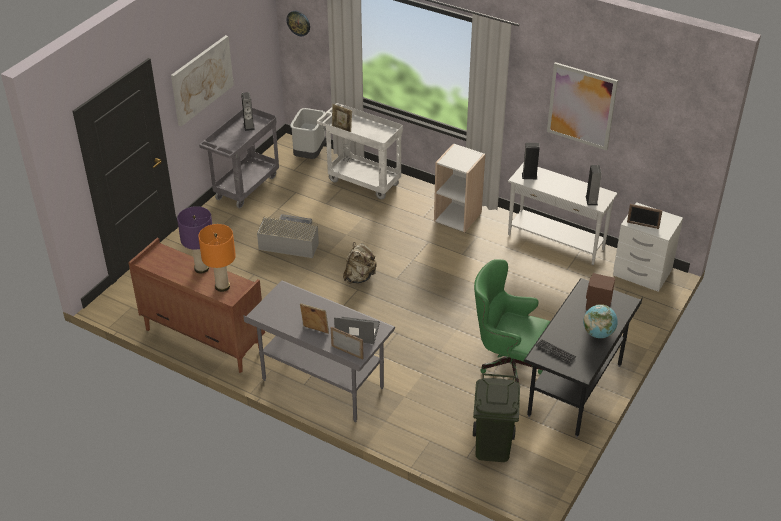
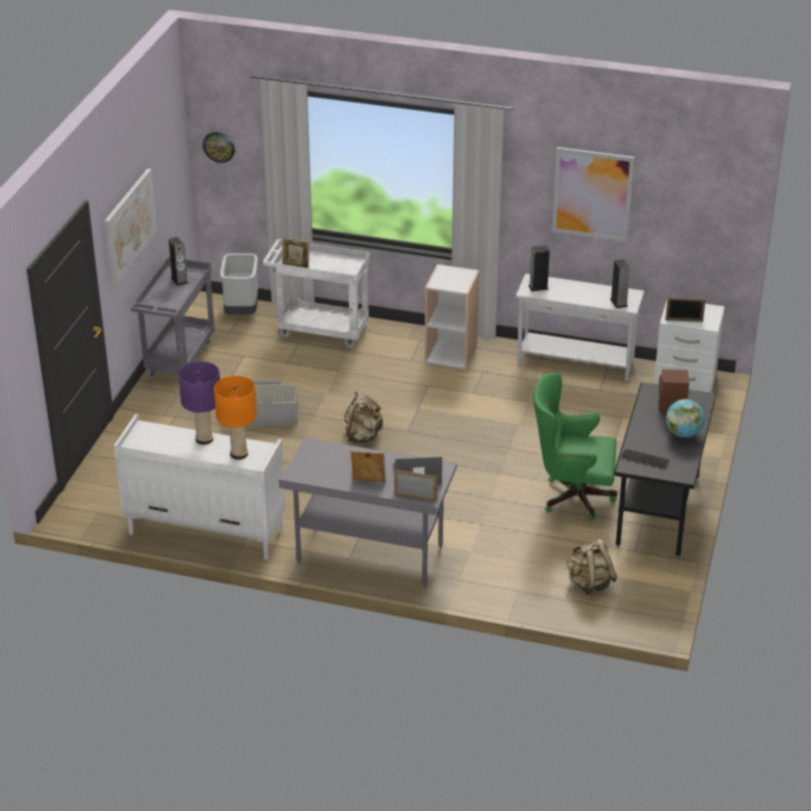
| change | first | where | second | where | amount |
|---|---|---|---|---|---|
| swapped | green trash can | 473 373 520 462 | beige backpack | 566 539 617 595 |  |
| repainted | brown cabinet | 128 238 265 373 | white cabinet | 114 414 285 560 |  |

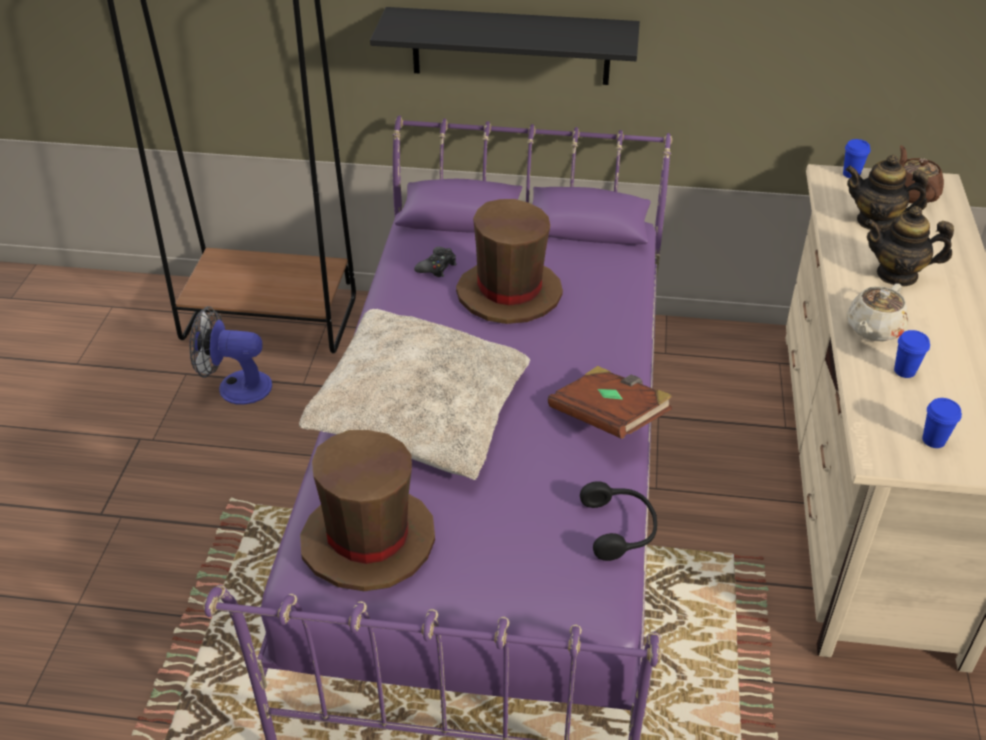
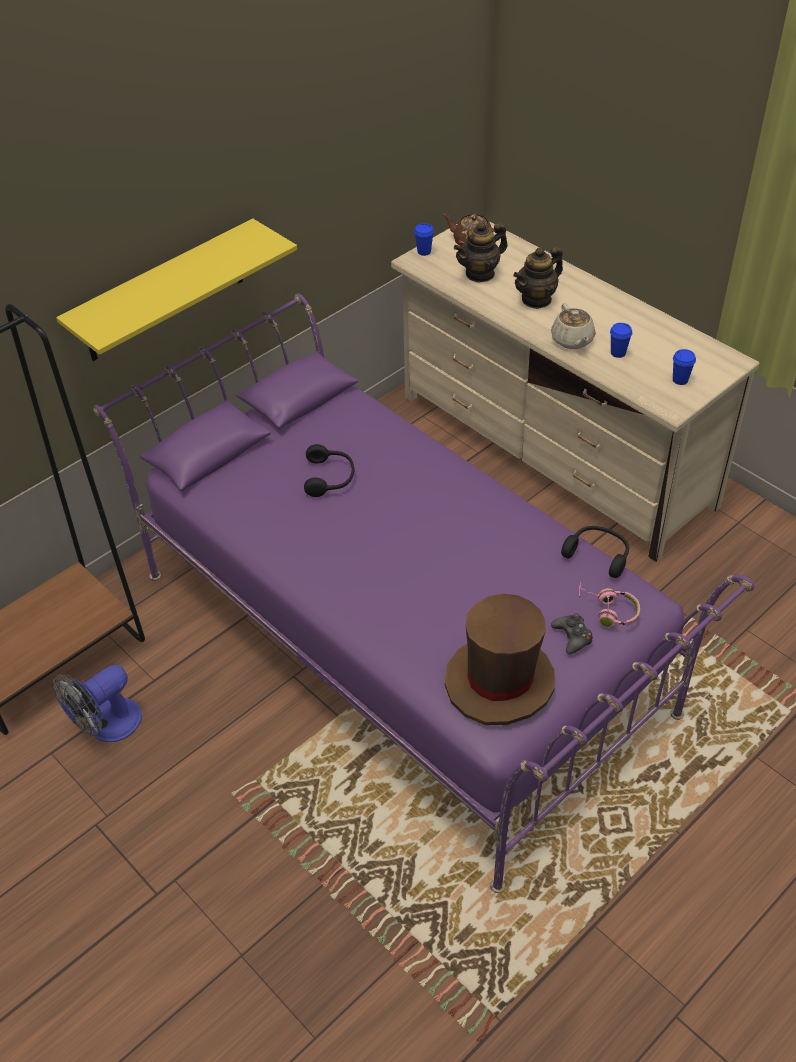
| change | first | where | second | where | amount |
|---|---|---|---|---|---|
| gone | beige pillow | 299 309 530 480 |  |  |  |
| gone | brown book | 548 366 672 439 |  |  |  |
| new |  |  | pink headphones | 579 582 640 627 |  |
| shifted | black game controller | 414 247 456 277 |  | 551 613 593 655 |  |
| swapped | brown hat | 456 199 563 324 | black headphones | 304 444 355 497 |  |
| repainted | black shelf | 370 7 640 85 | yellow shelf | 56 218 297 361 |  |

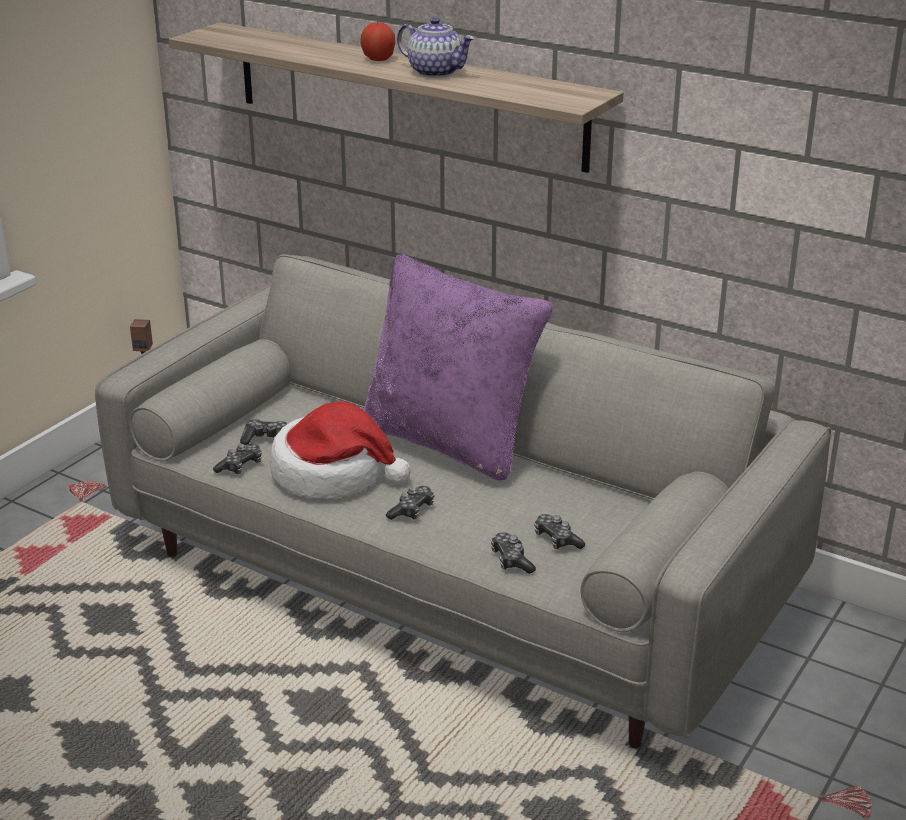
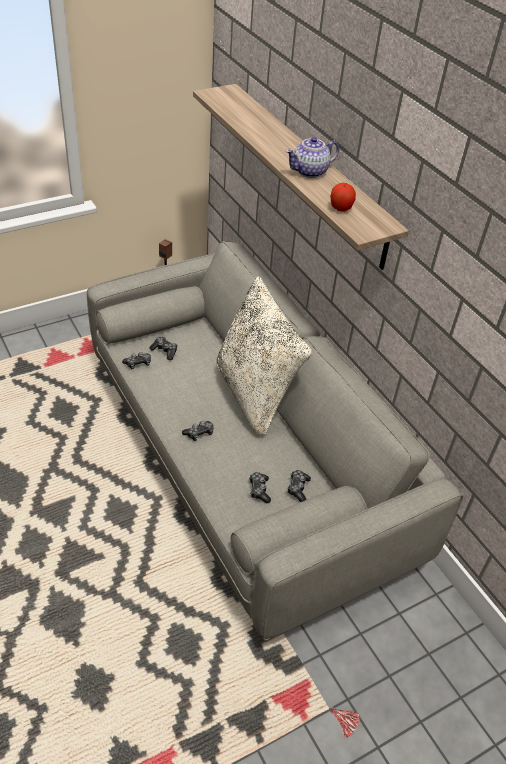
| change | first | where | second | where | amount |
|---|---|---|---|---|---|
| gone | hat | 270 401 411 499 |  |  |  |
| shifted | apple | 360 21 395 61 |  | 330 183 356 212 |  |
| shifted | game controller | 491 533 536 574 |  | 287 470 311 502 |  |
| repainted | purple pillow | 364 253 553 480 | beige pillow | 216 277 312 436 |  |
| rotated | teapot | 397 17 475 78 |  | 285 137 339 178 | 90 degrees clockwise |

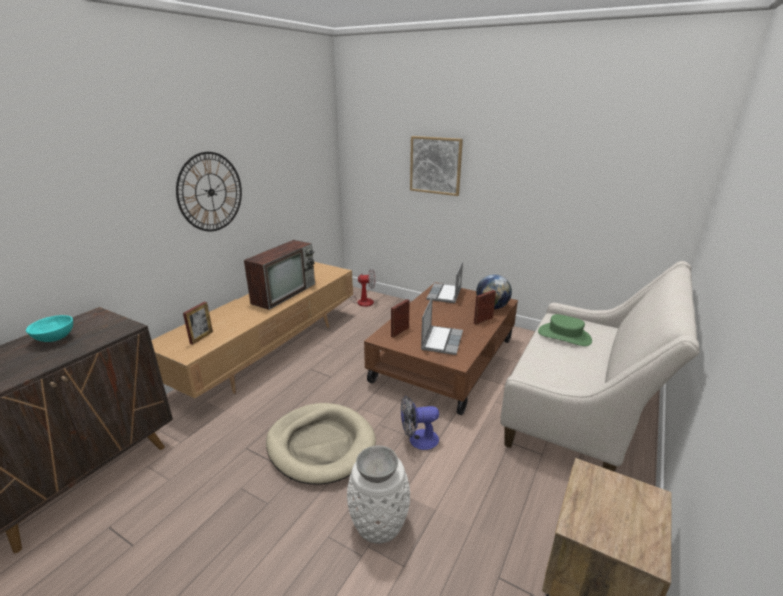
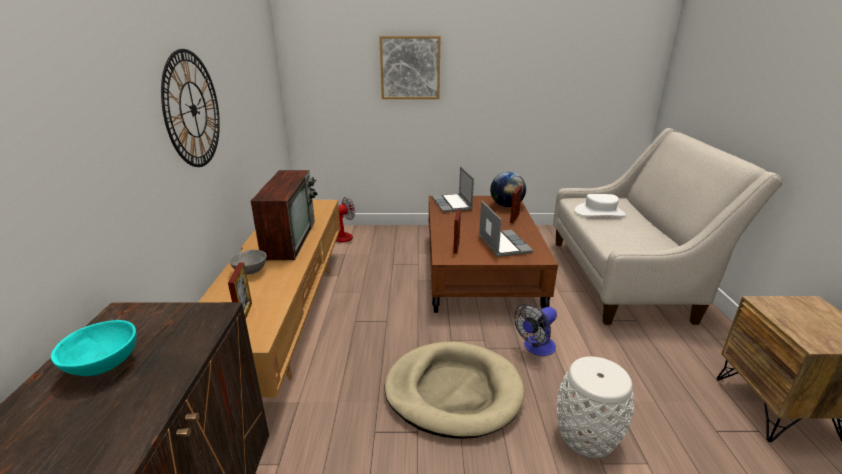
| change | first | where | second | where | amount |
|---|---|---|---|---|---|
| shifted | grey bowl | 356 445 398 483 |  | 229 250 267 274 |  |
| repainted | green hat | 538 314 592 346 | white hat | 575 194 626 216 |  |

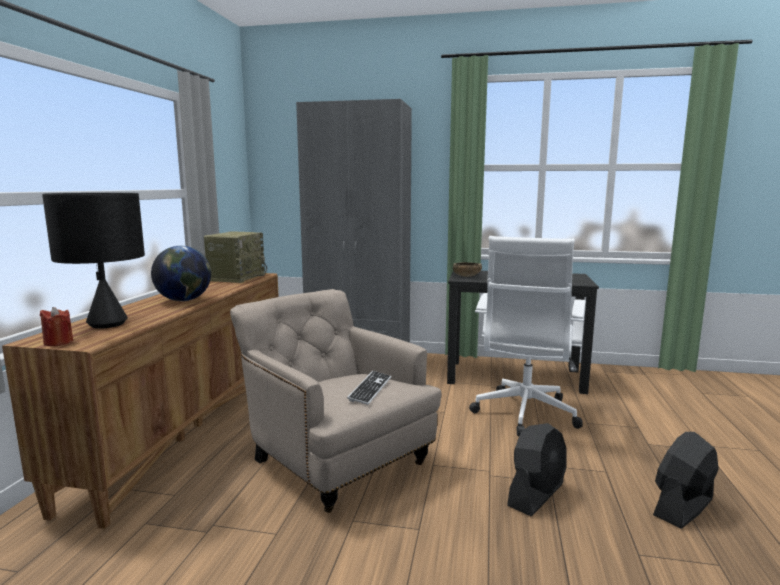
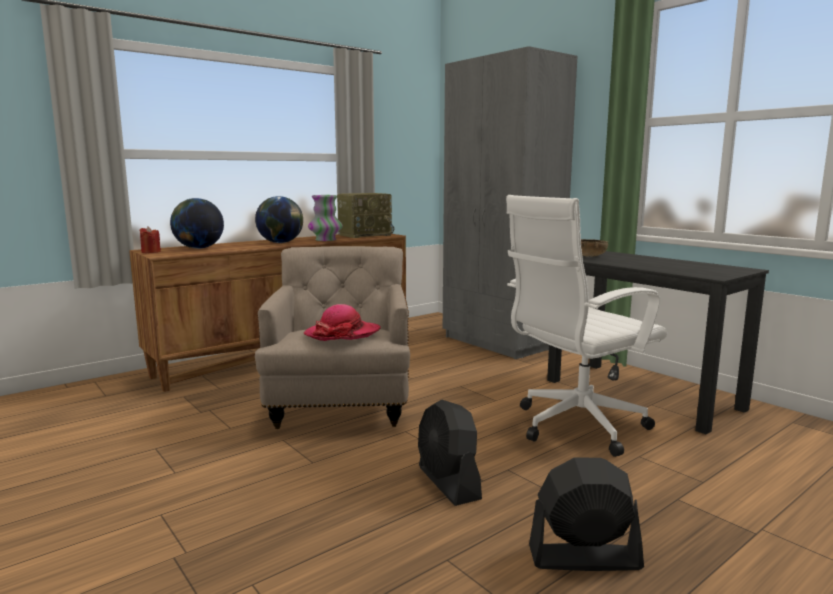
| change | first | where | second | where | amount |
|---|---|---|---|---|---|
| new |  |  | vase | 308 195 343 241 |  |
| swapped | black table lamp | 42 193 145 329 | globe | 170 198 224 249 |  |
| swapped | keyboard | 347 371 391 405 | hat | 303 304 381 341 |  |
| rotated | black fan | 507 423 567 516 |  | 418 399 482 506 | 75 degrees clockwise |

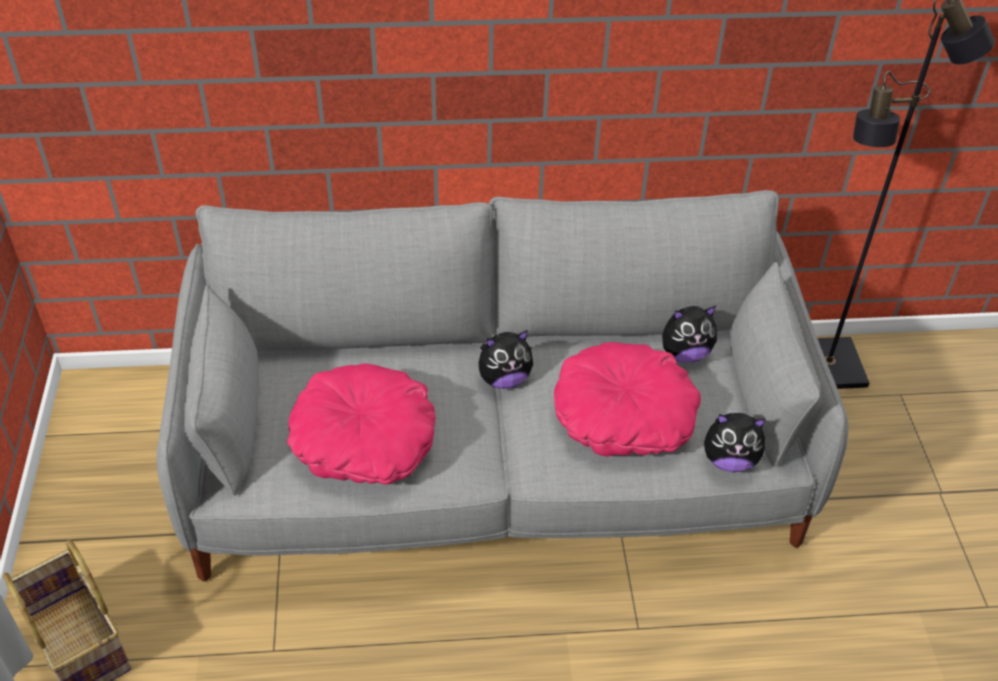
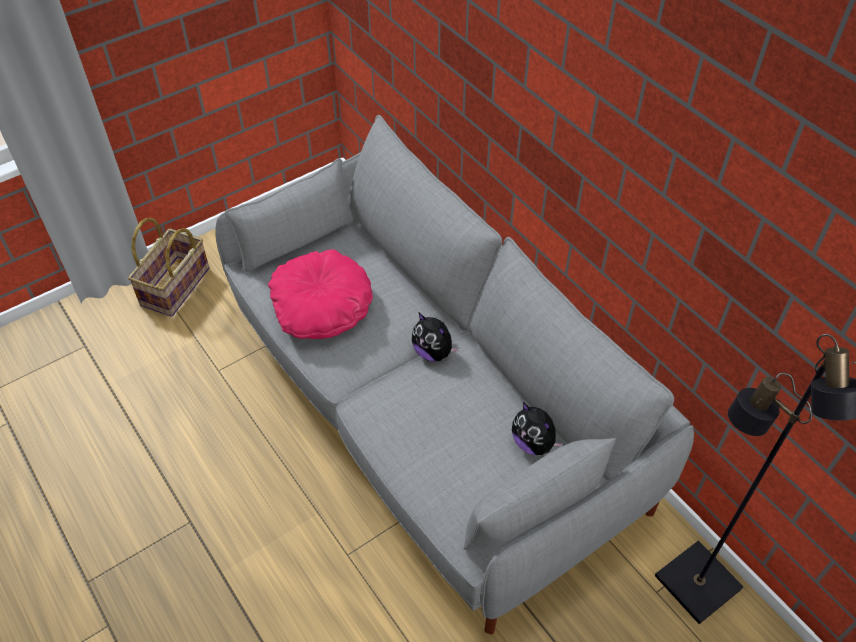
| change | first | where | second | where | amount |
|---|---|---|---|---|---|
| gone | pink pillow | 554 342 701 456 |  |  |  |
| gone | plush toy | 704 413 766 472 |  |  |  |

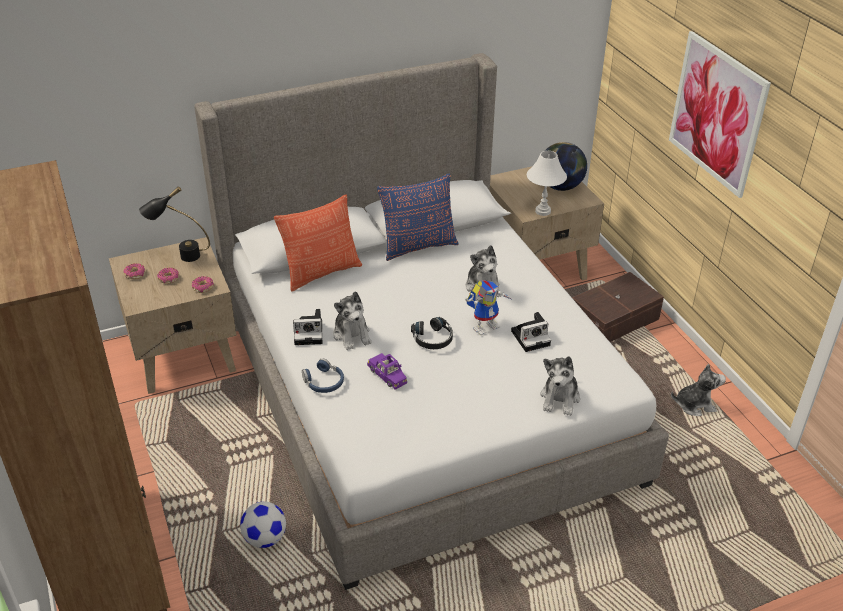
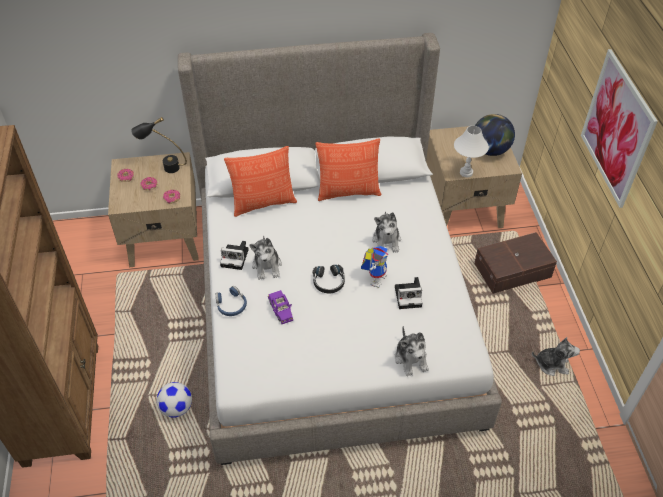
| change | first | where | second | where | amount |
|---|---|---|---|---|---|
| repainted | blue pillow | 377 174 459 261 | orange pillow | 315 138 381 201 |  |
| rotated | toy robot | 465 280 511 336 |  | 361 246 388 288 | 45 degrees counterclockwise |
| rotated | plush toy | 540 356 580 416 |  | 395 326 429 376 | 45 degrees counterclockwise |

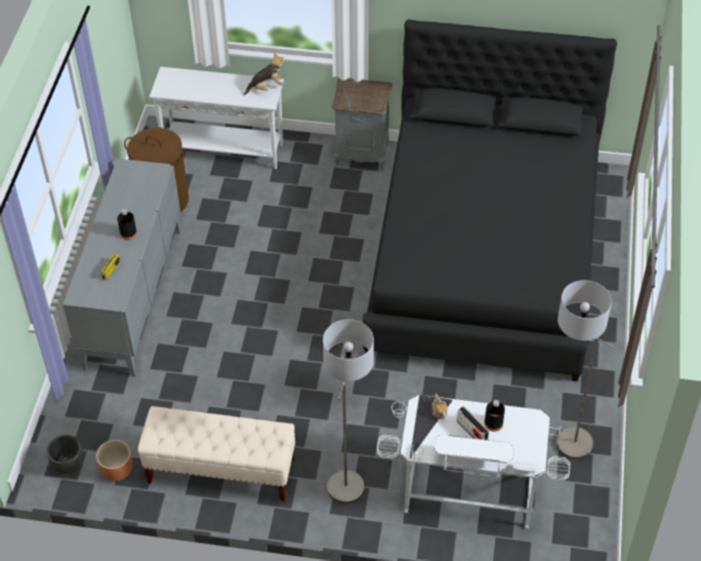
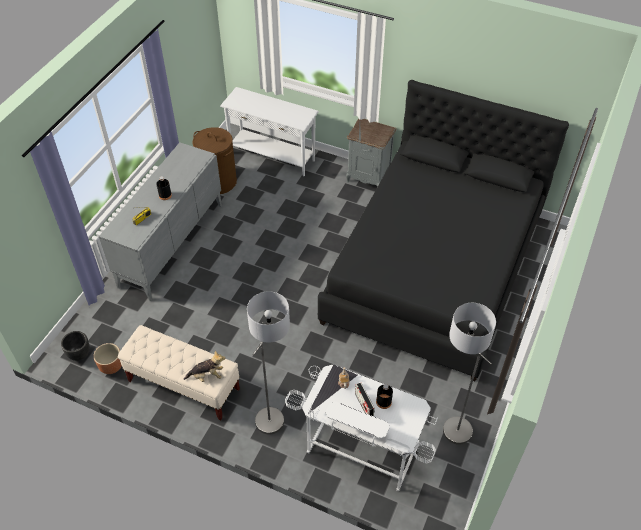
| change | first | where | second | where | amount |
|---|---|---|---|---|---|
| shifted | plush toy | 244 53 285 95 |  | 184 351 226 382 |  |

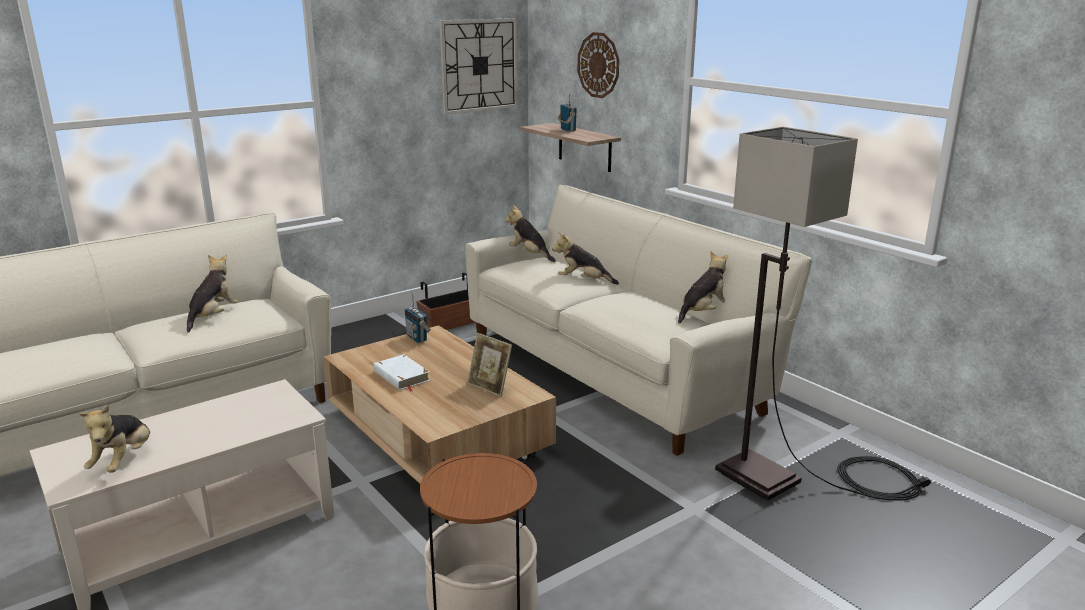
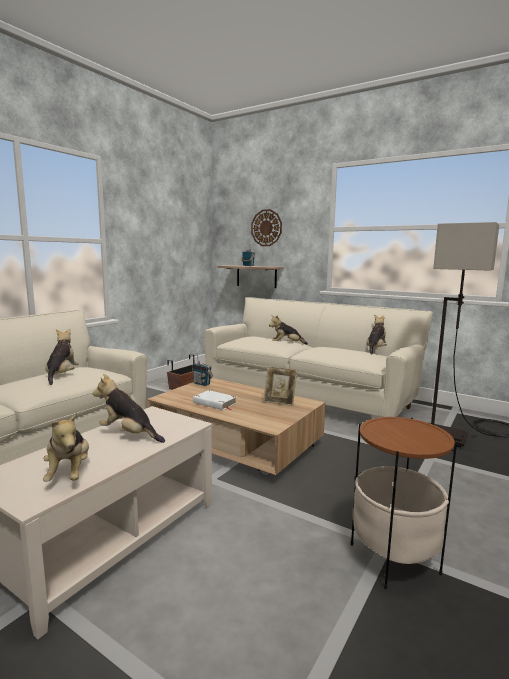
| change | first | where | second | where | amount |
|---|---|---|---|---|---|
| gone | wall clock | 439 18 518 115 |  |  |  |
| shifted | plush toy | 505 205 556 262 |  | 93 374 165 443 |  |

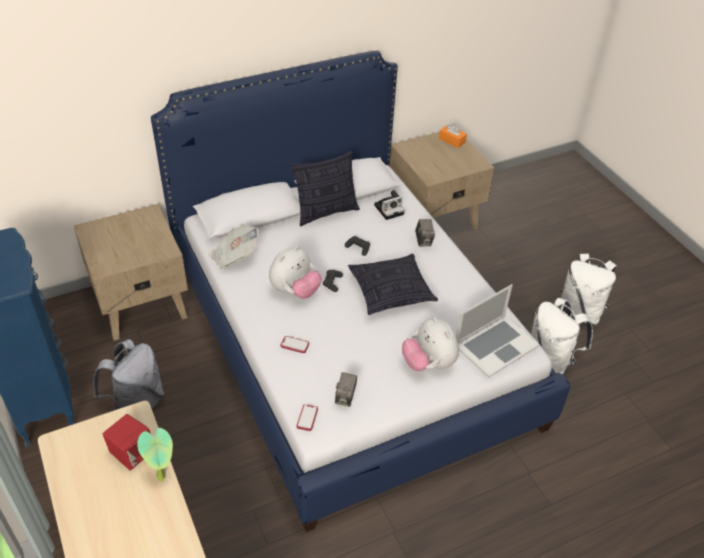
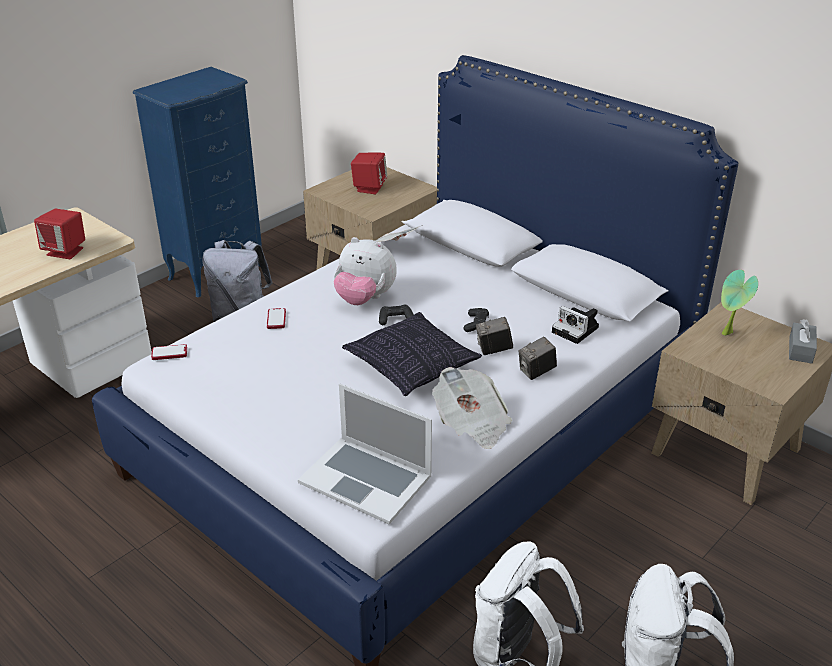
| change | first | where | second | where | amount |
|---|---|---|---|---|---|
| gone | pillow | 291 151 360 226 |  |  |  |
| gone | plush toy | 402 317 459 371 |  |  |  |
| new |  |  | red speaker | 351 153 387 194 |  |
| new |  |  | newspaper | 432 367 512 449 |  |
| shifted | potted plant | 137 428 173 481 |  | 721 270 758 336 |  |
| shifted | photo camera | 335 372 357 407 |  | 476 317 513 355 |  |
| repainted | orange tissue box | 439 124 467 148 | grey tissue box | 789 319 817 364 |  |

